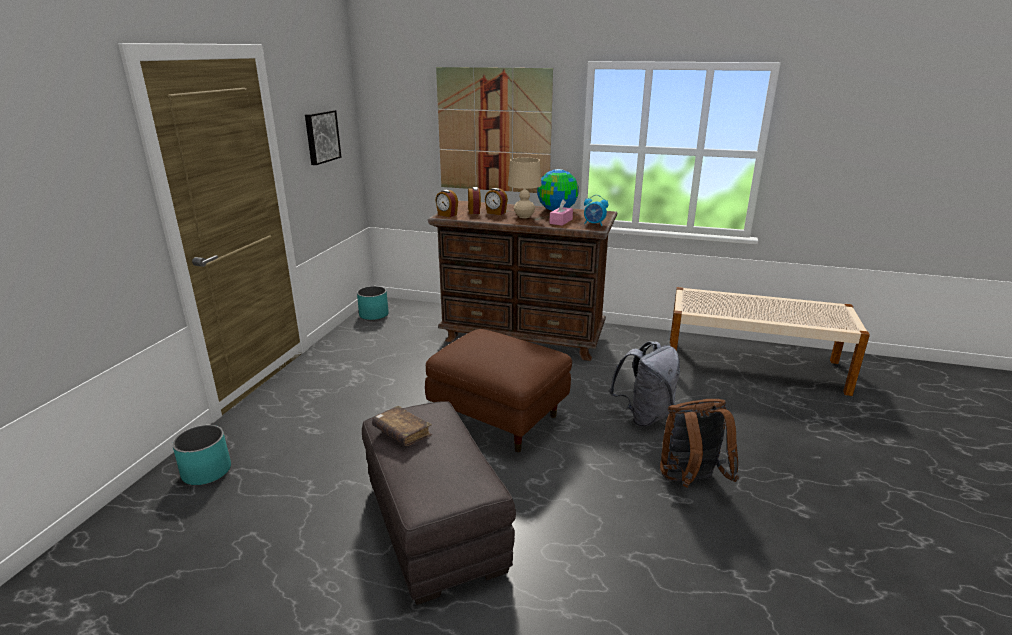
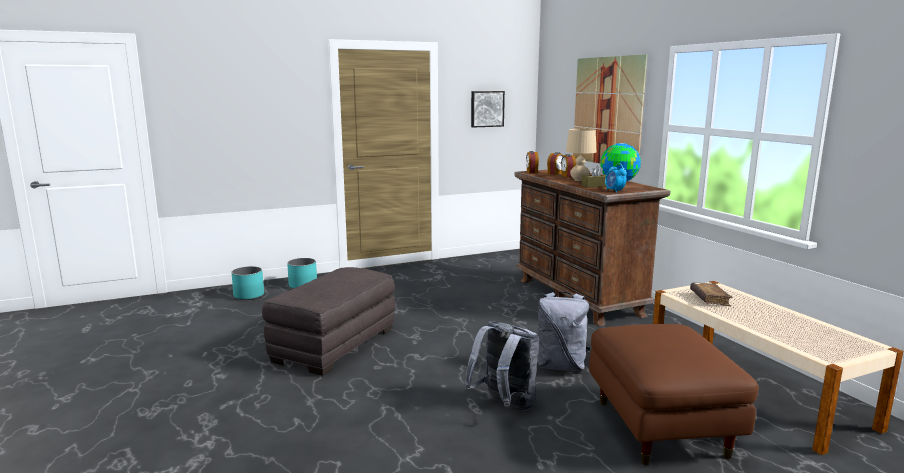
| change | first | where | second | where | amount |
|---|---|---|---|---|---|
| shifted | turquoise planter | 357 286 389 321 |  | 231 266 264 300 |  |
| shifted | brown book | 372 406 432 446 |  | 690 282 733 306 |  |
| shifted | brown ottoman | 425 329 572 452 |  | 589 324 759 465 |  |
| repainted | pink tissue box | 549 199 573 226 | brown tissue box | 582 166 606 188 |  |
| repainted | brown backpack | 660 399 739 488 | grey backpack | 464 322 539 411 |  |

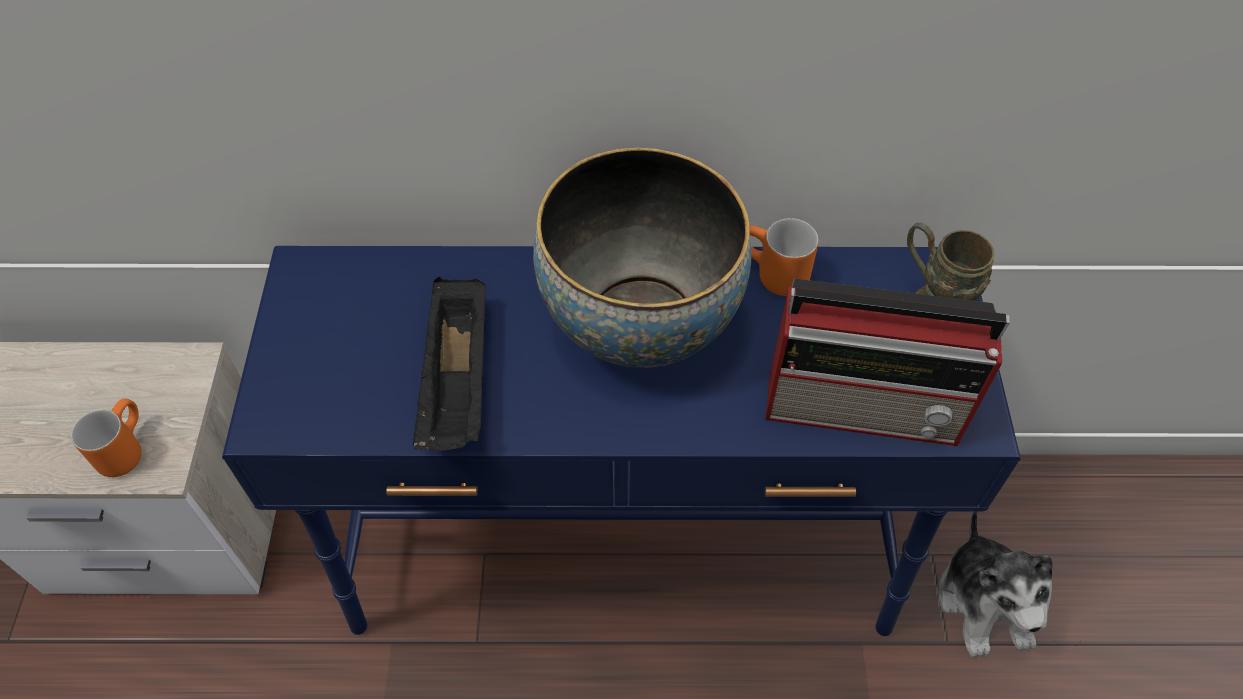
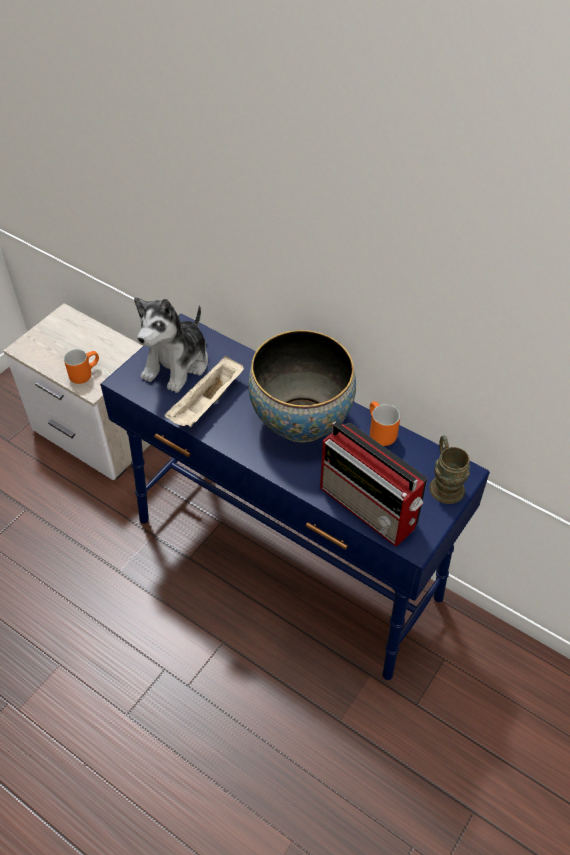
| change | first | where | second | where | amount |
|---|---|---|---|---|---|
| shifted | plush toy | 938 511 1053 658 |  | 134 297 208 393 |  |
| repainted | black tray | 413 277 486 451 | beige tray | 165 356 244 427 |  |

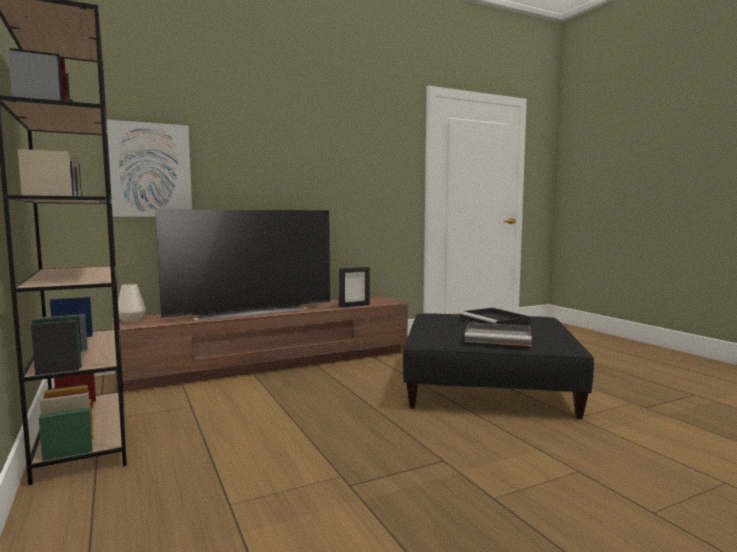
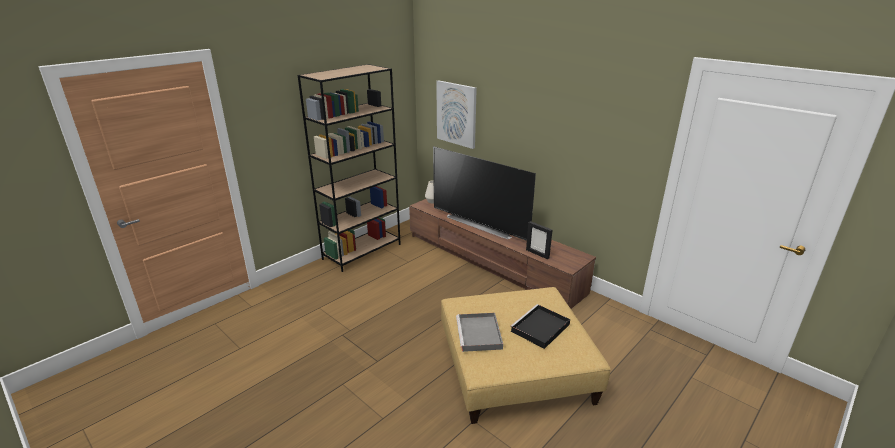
| change | first | where | second | where | amount |
|---|---|---|---|---|---|
| repainted | black ottoman | 403 313 594 419 | beige ottoman | 441 287 611 424 |  |

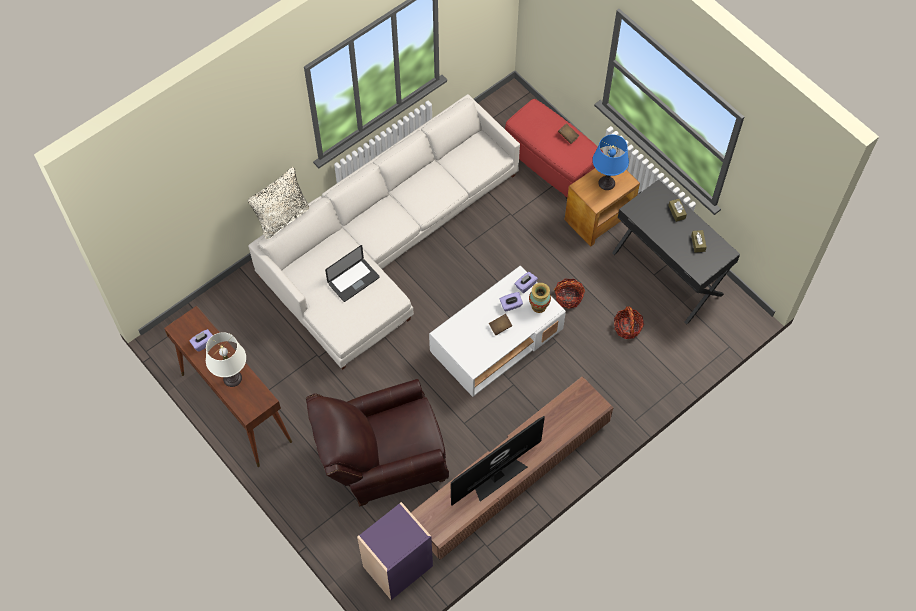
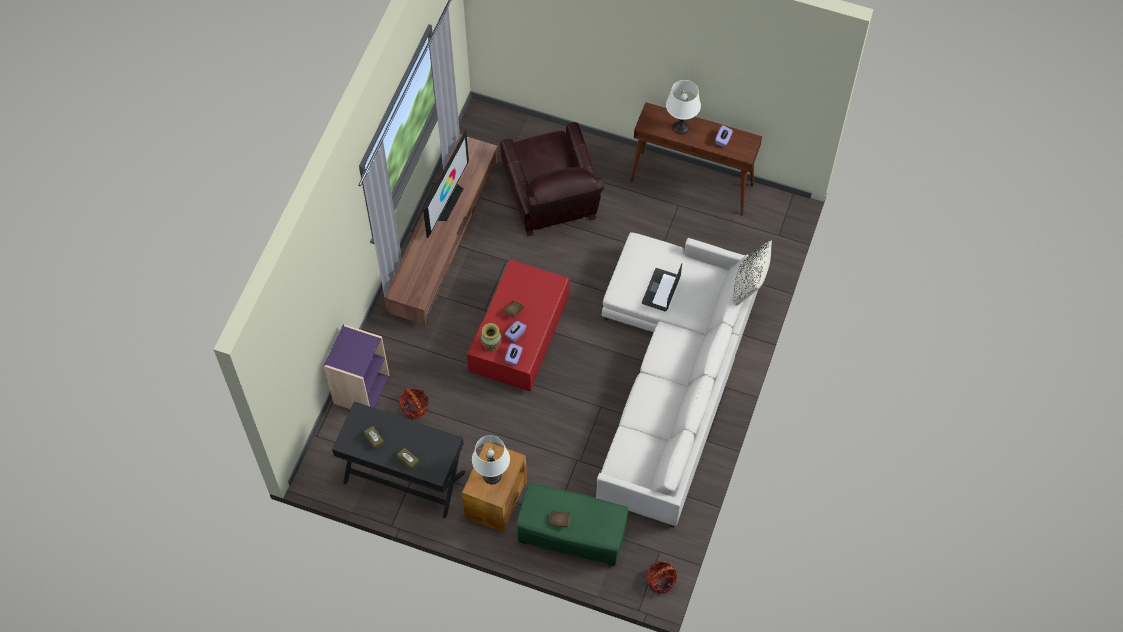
| change | first | where | second | where | amount |
|---|---|---|---|---|---|
| shifted | purple bookcase | 357 502 433 600 |  | 324 324 389 409 |  |
| shifted | basket | 554 278 585 309 |  | 646 561 678 594 |  |
| repainted | white coffee table | 429 266 566 397 | red coffee table | 467 260 569 391 |  |
| repainted | red ottoman | 505 99 604 199 | green ottoman | 517 483 628 566 |  |
| repainted | blue table lamp | 593 135 629 190 | white table lamp | 472 435 510 485 |  |
| rotated | brown armchair | 306 379 449 507 |  | 500 122 604 237 | 120 degrees clockwise |

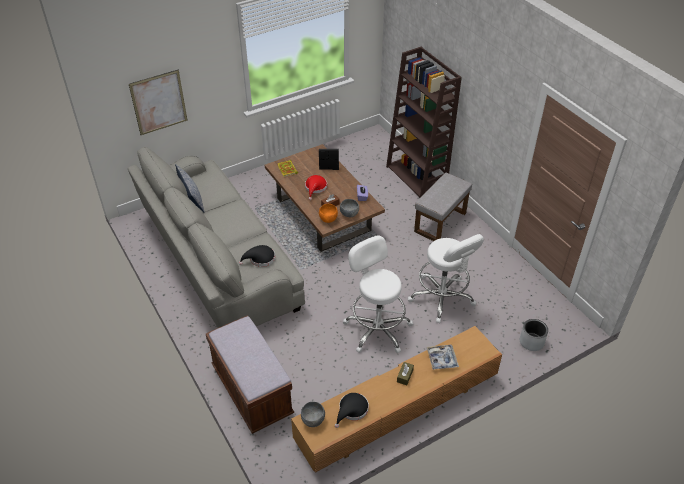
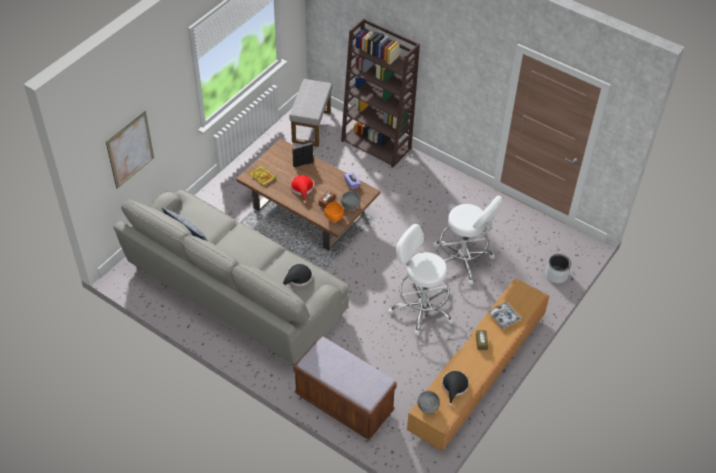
| change | first | where | second | where | amount |
|---|---|---|---|---|---|
| shifted | grey ottoman | 414 173 472 241 |  | 289 79 332 147 |  |

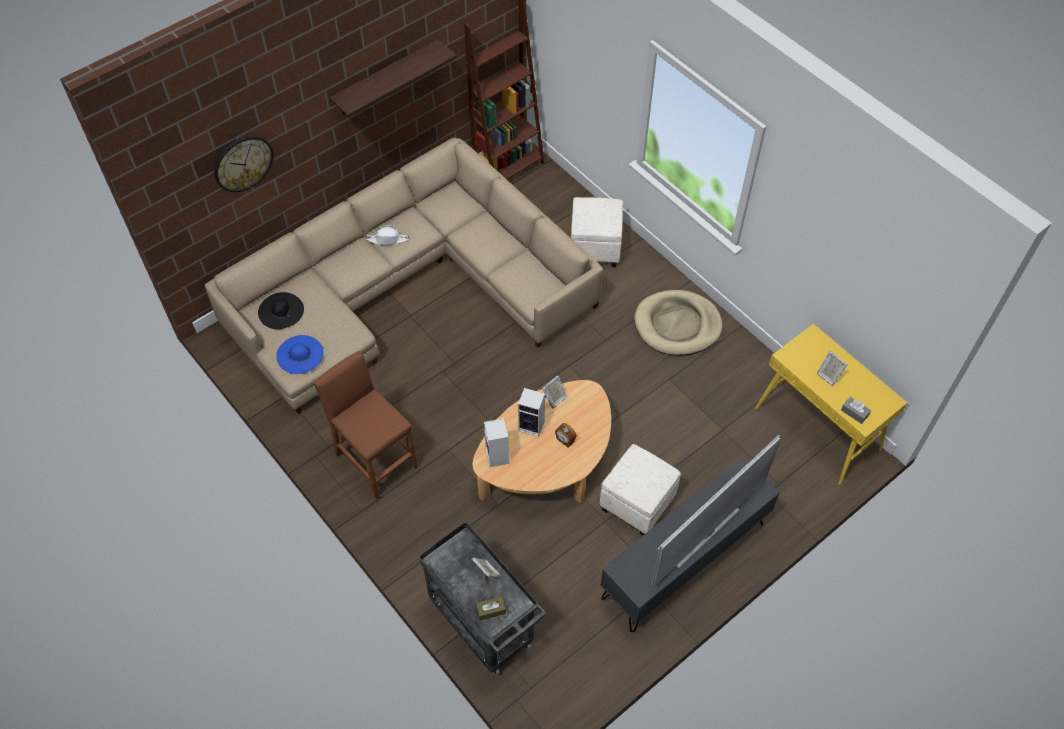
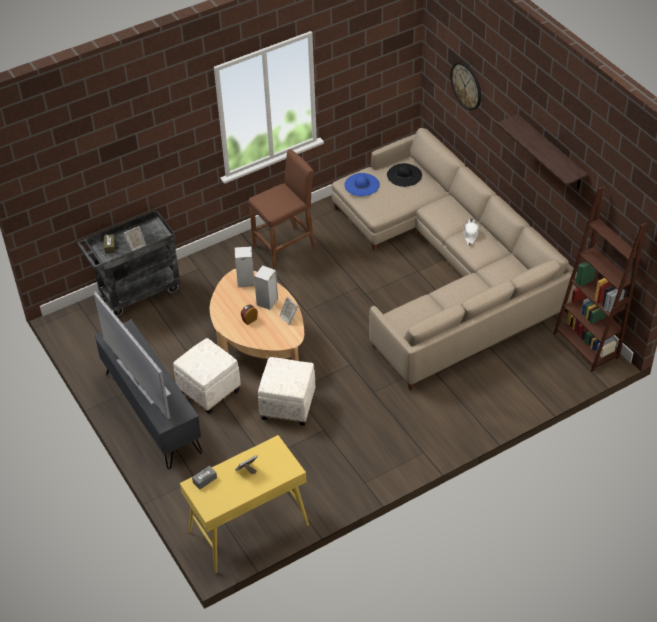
| change | first | where | second | where | amount |
|---|---|---|---|---|---|
| gone | beige dog bed | 634 290 722 355 |  |  |  |
| shifted | white ottoman | 571 197 623 267 |  | 258 357 316 426 |  |

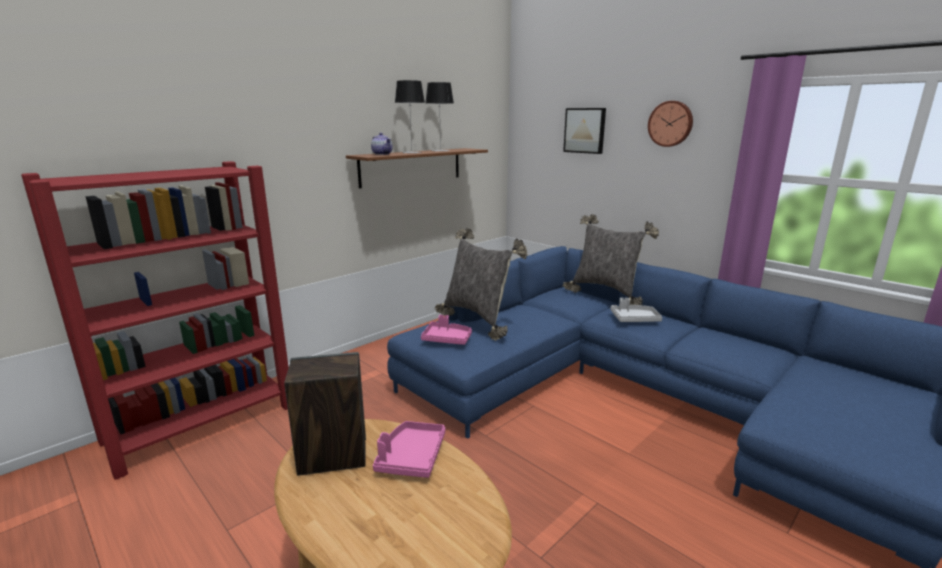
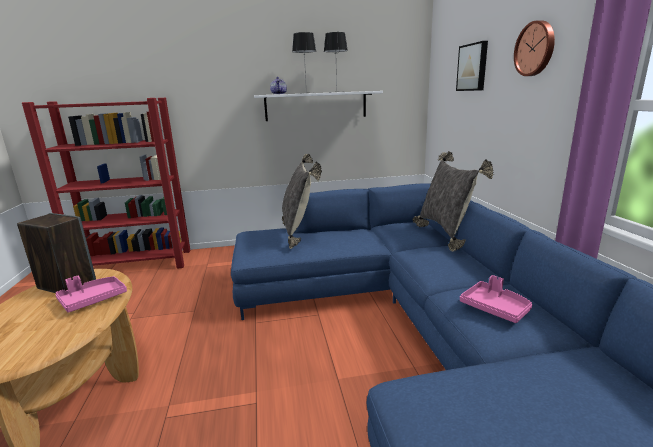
| change | first | where | second | where | amount |
|---|---|---|---|---|---|
| gone | grey tray | 611 298 662 322 |  |  |  |
| shifted | pink tray | 421 315 472 345 |  | 460 275 532 323 |  |
| repainted | brown shelf | 346 148 488 188 | white shelf | 254 91 383 121 |  |

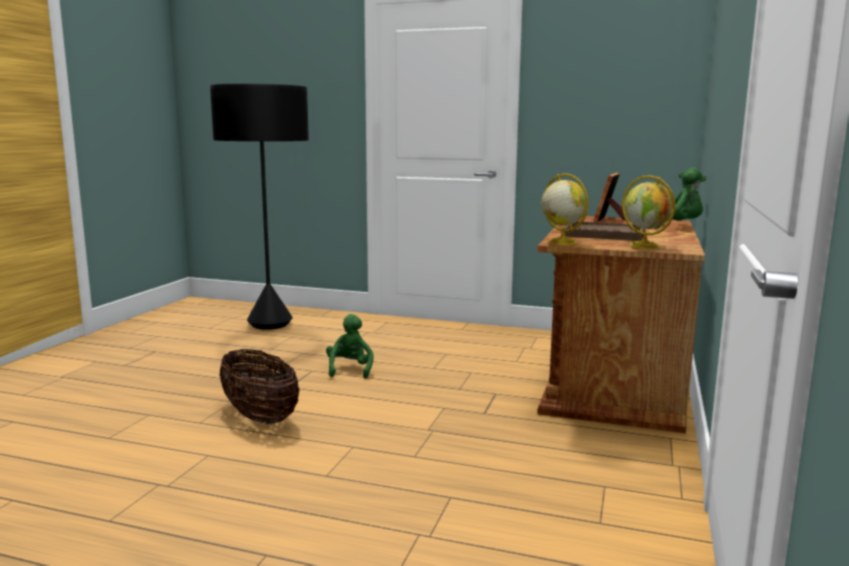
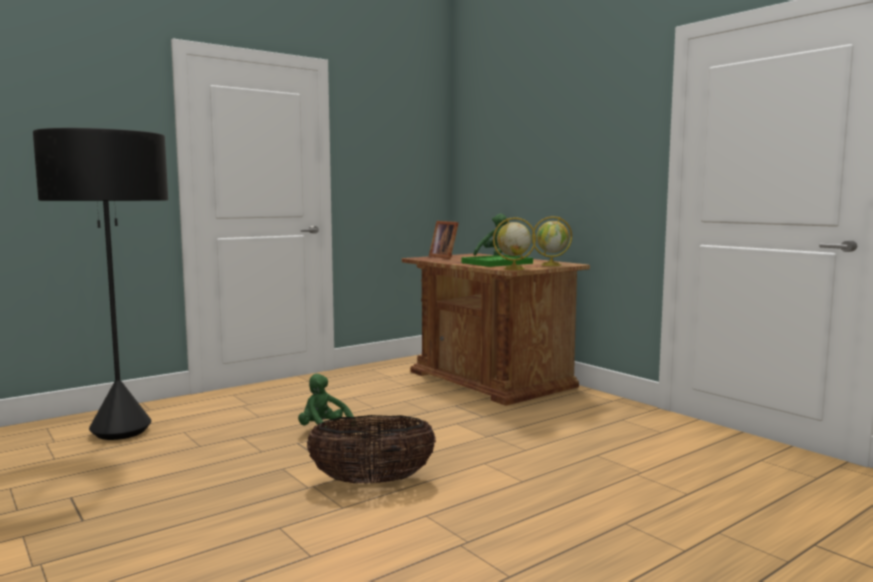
| change | first | where | second | where | amount |
|---|---|---|---|---|---|
| repainted | brown tray | 562 221 646 241 | green tray | 462 255 533 267 |  |

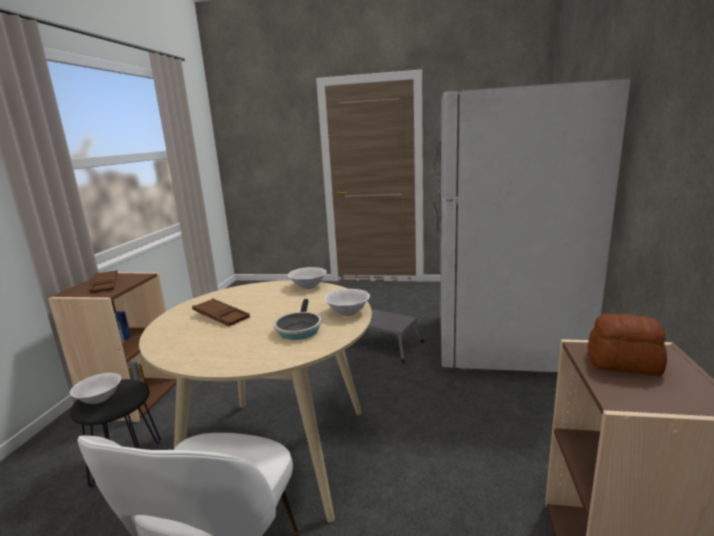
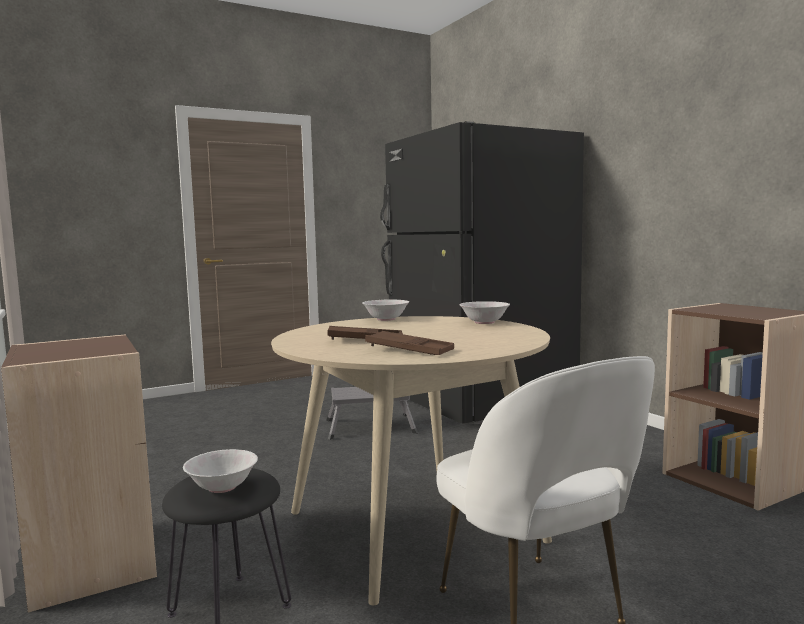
| change | first | where | second | where | amount |
|---|---|---|---|---|---|
| gone | frying pan | 274 299 322 340 |  |  |  |
| gone | bread | 588 313 667 376 |  |  |  |
| shifted | brown tray | 90 270 118 293 |  | 365 331 454 355 |  |
| repainted | white fridge | 433 78 631 372 | black fridge | 380 121 584 424 |  |

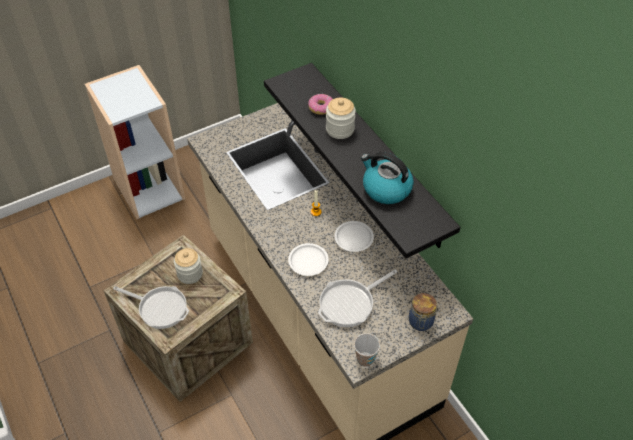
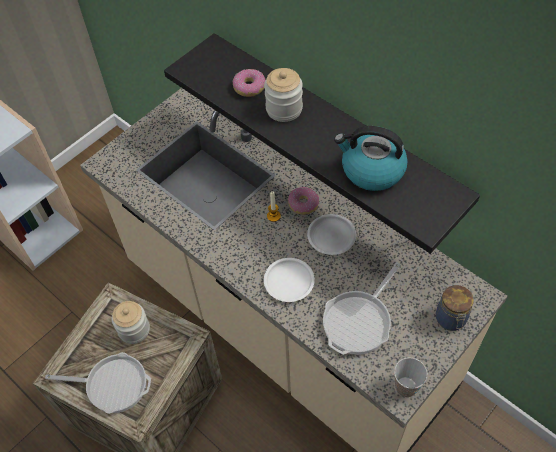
| change | first | where | second | where | amount |
|---|---|---|---|---|---|
| new |  |  | donut | 288 187 319 215 |  |

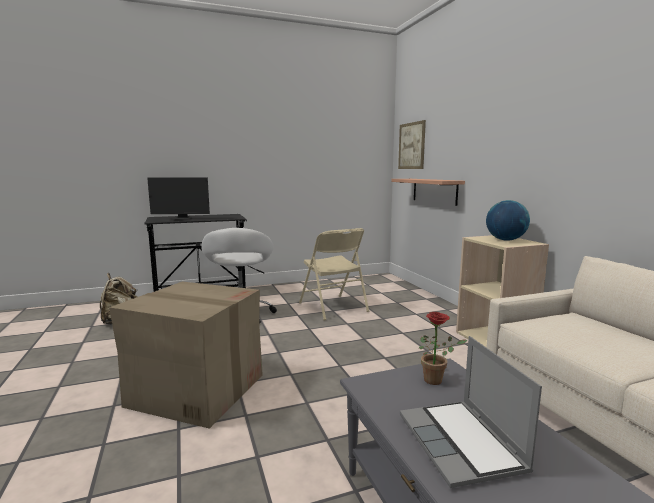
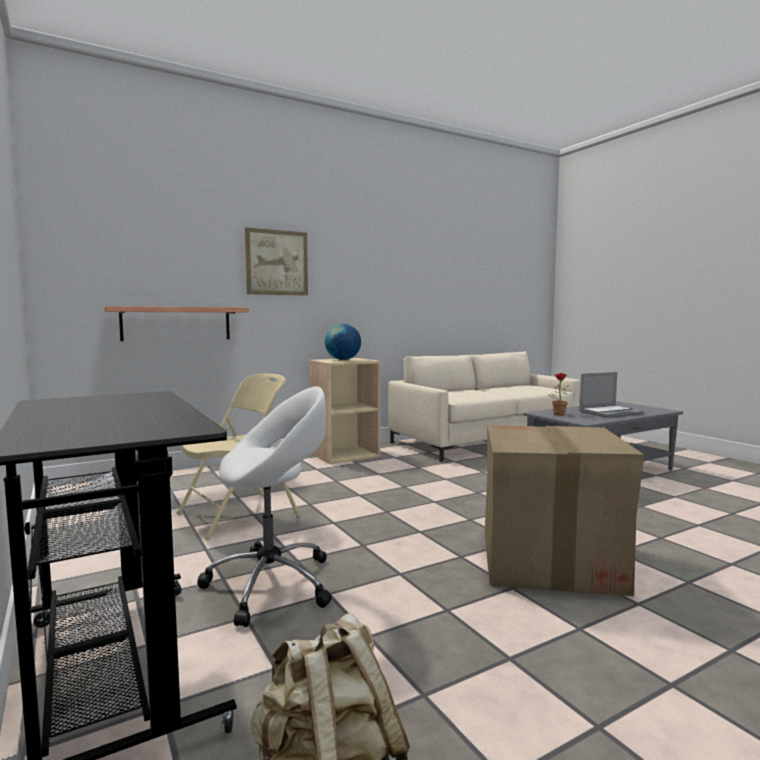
| change | first | where | second | where | amount |
|---|---|---|---|---|---|
| gone | monitor | 147 177 210 220 |  |  |  |
| shifted | picture | 398 120 426 169 |  | 245 227 308 296 |  |

